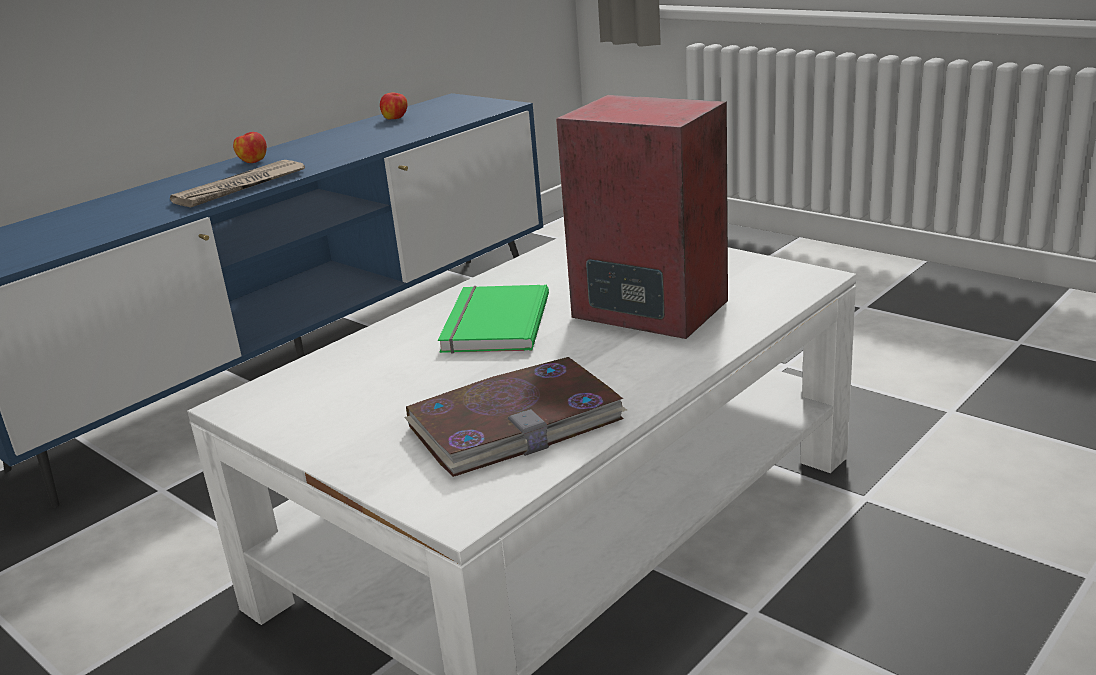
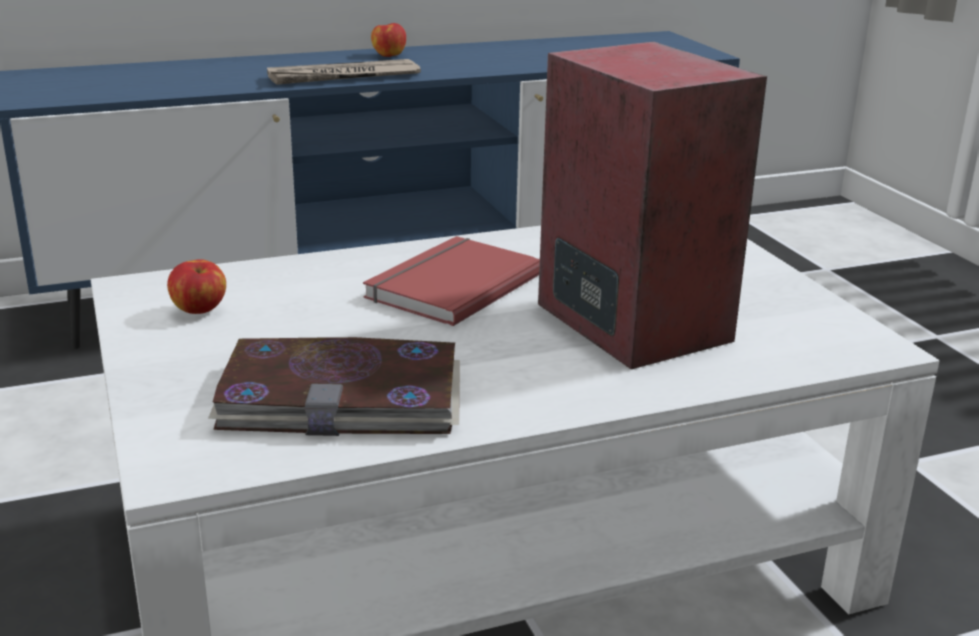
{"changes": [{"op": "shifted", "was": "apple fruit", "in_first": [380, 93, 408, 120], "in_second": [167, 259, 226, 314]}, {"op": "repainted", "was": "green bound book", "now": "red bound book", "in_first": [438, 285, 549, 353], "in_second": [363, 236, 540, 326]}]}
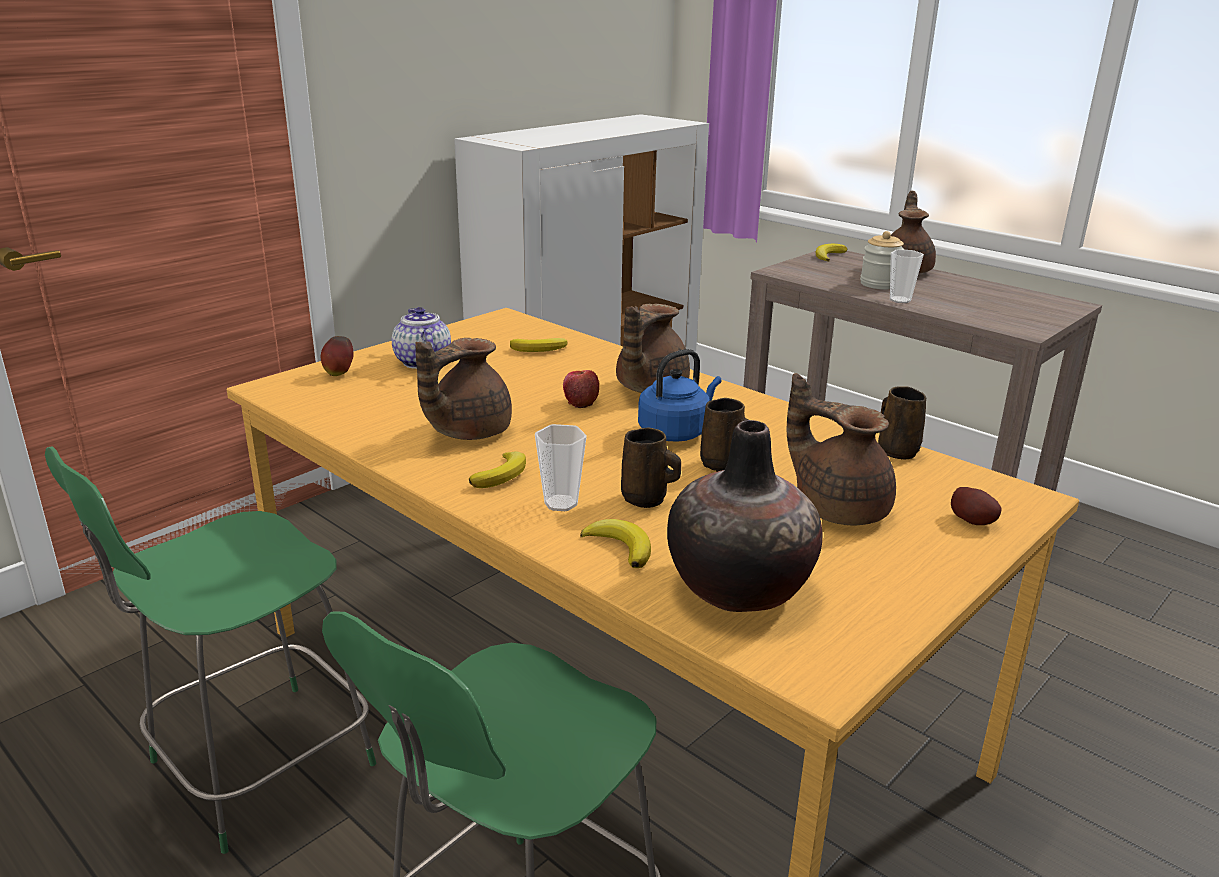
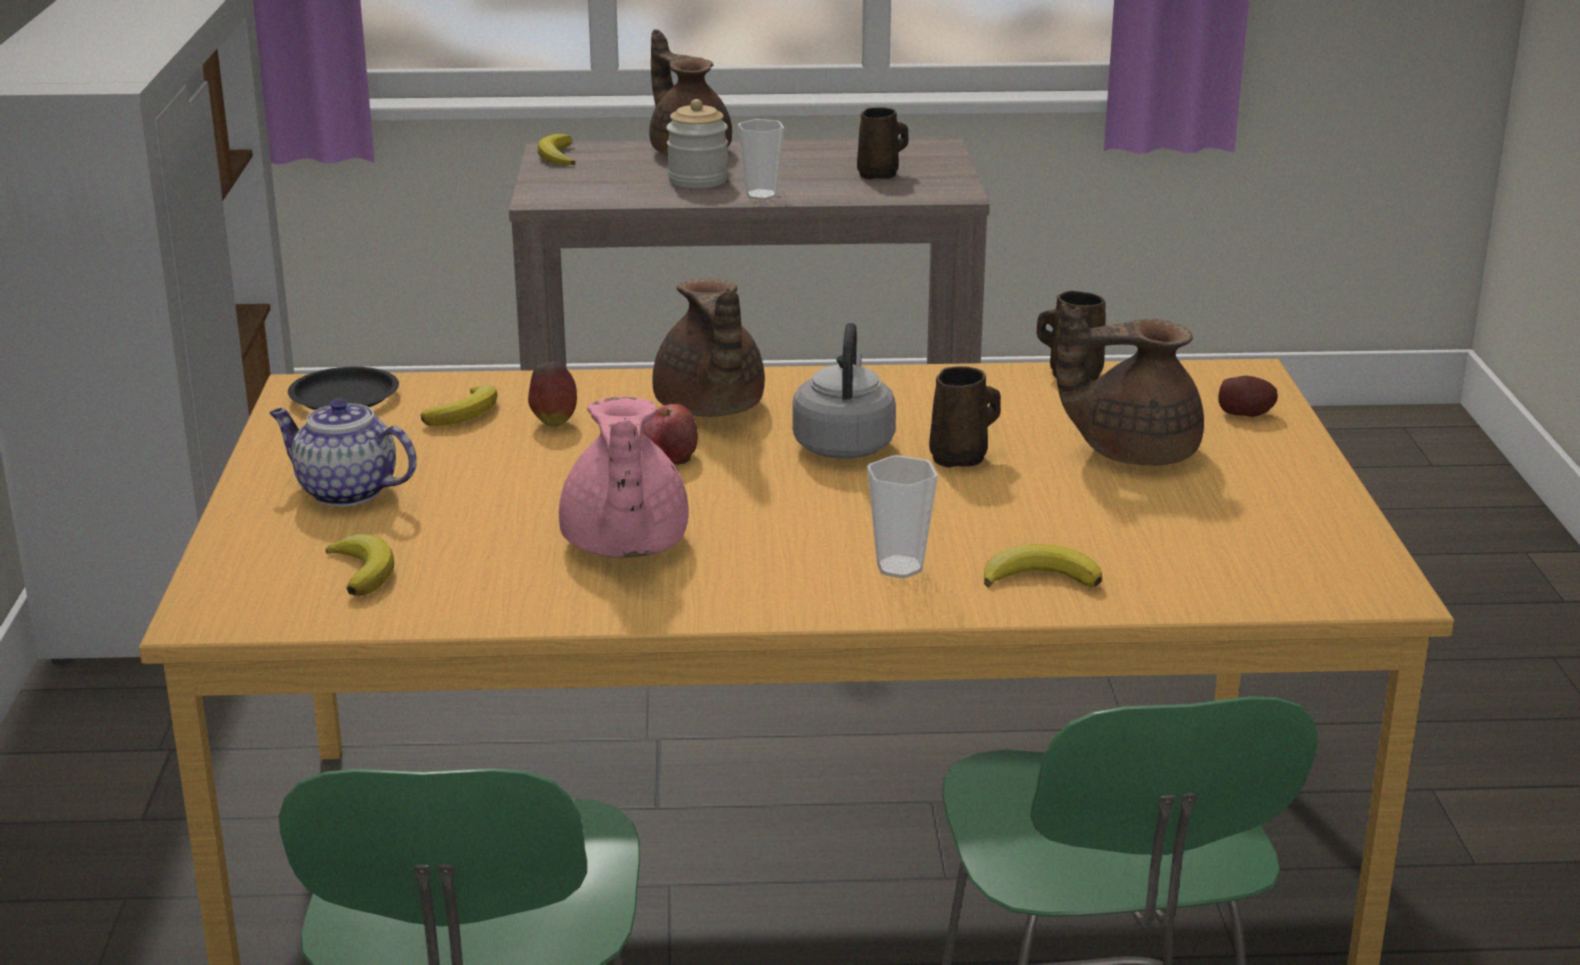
{"changes": [{"op": "new", "now": "blackish plate", "in_second": [288, 367, 399, 410]}, {"op": "shifted", "was": "banana fruit", "in_first": [469, 451, 526, 488], "in_second": [325, 534, 394, 596]}, {"op": "shifted", "was": "apple fruit", "in_first": [321, 336, 354, 376], "in_second": [528, 361, 577, 427]}, {"op": "repainted", "was": "brown-coloured tea pot", "now": "pinkish tea pot", "in_first": [415, 338, 512, 440], "in_second": [559, 396, 689, 558]}, {"op": "repainted", "was": "blue tea kettle", "now": "greyish tea kettle", "in_first": [638, 349, 722, 442], "in_second": [793, 323, 896, 459]}, {"op": "shifted", "was": "brown-coloured tea mug", "in_first": [621, 427, 681, 508], "in_second": [857, 107, 908, 180]}, {"op": "gone", "was": "vase", "in_first": [667, 420, 823, 612]}]}
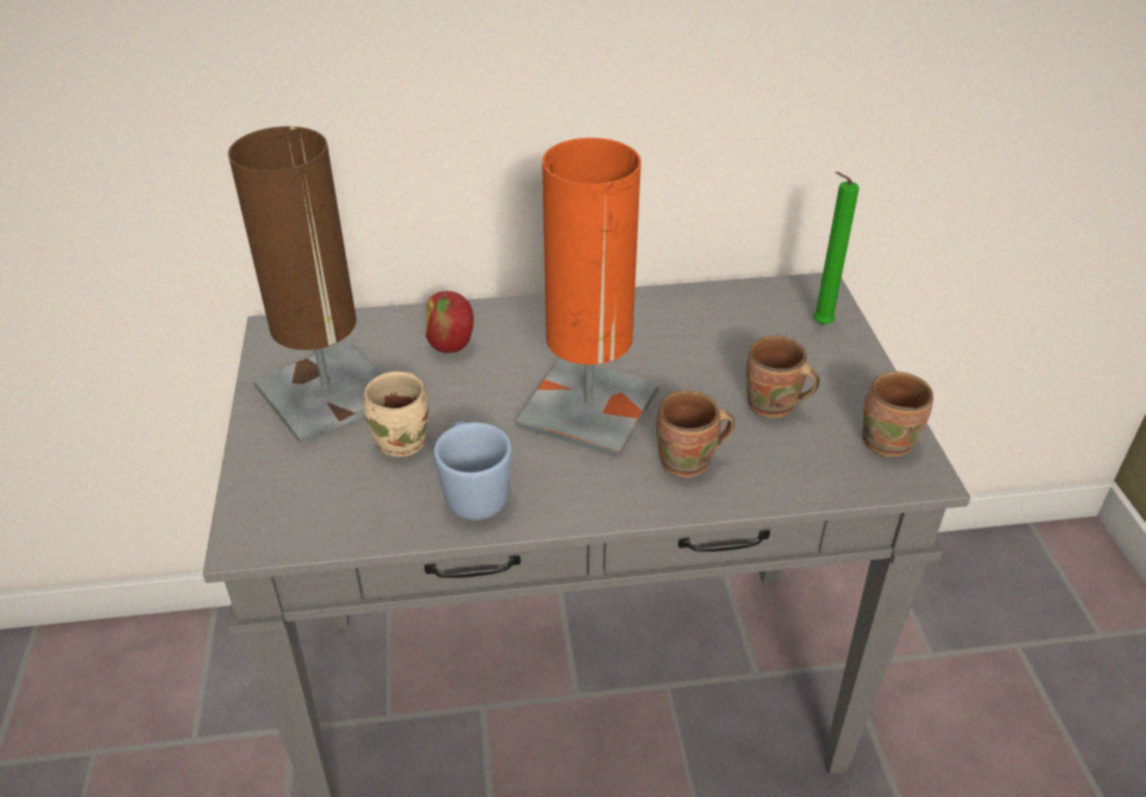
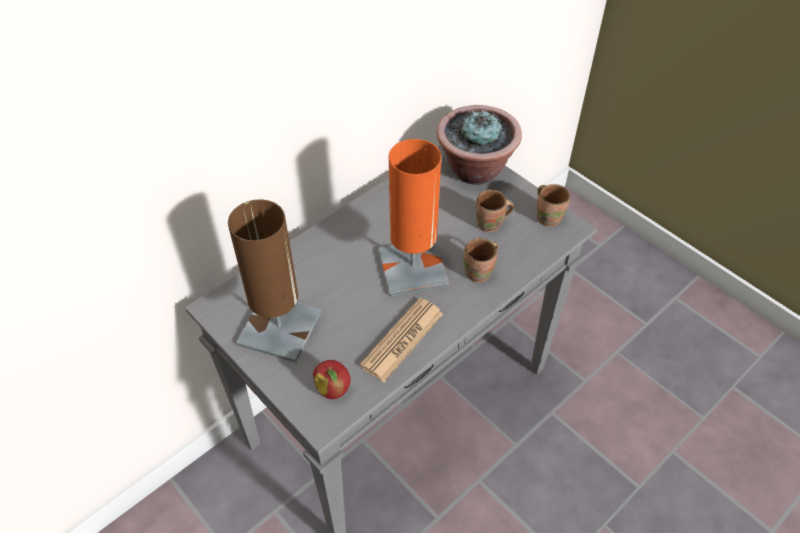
{"changes": [{"op": "shifted", "was": "apple fruit", "in_first": [425, 291, 474, 353], "in_second": [313, 360, 351, 399]}, {"op": "swapped", "was": "blue tea mug", "now": "printed paper", "in_first": [434, 421, 512, 520], "in_second": [359, 298, 443, 382]}, {"op": "swapped", "was": "green candle", "now": "potted plant", "in_first": [813, 172, 859, 325], "in_second": [437, 105, 522, 185]}, {"op": "gone", "was": "beige-coloured tea mug", "in_first": [363, 371, 428, 457]}]}
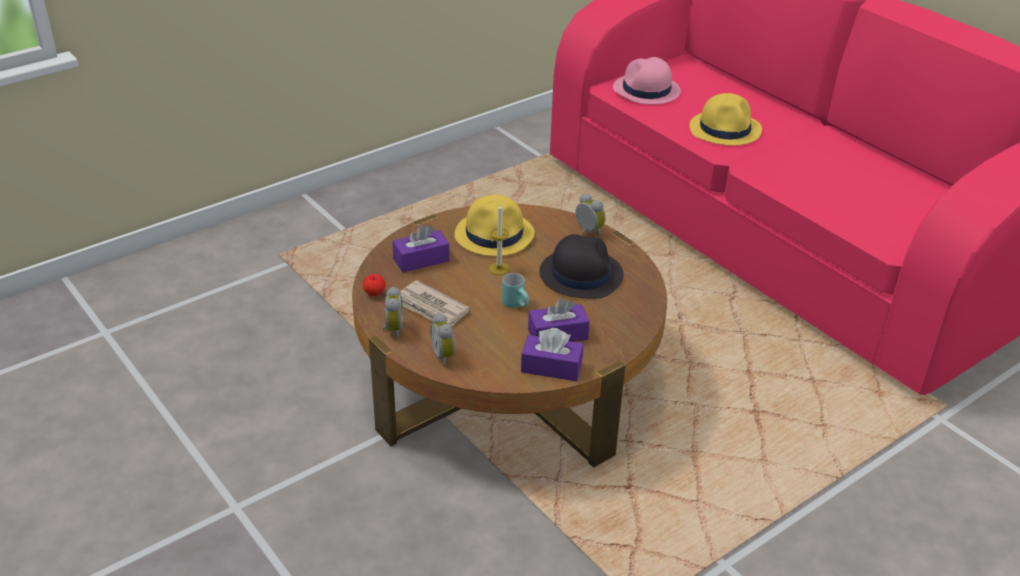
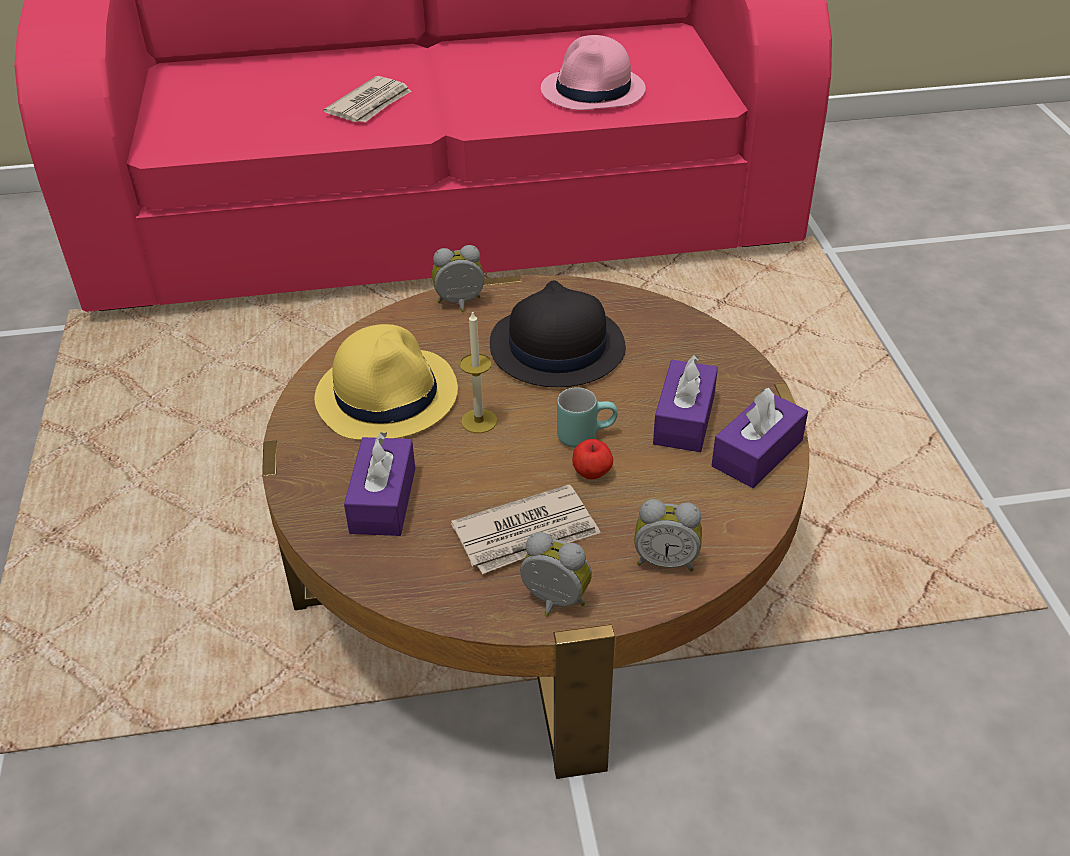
{"changes": [{"op": "swapped", "was": "yellow clothing hat", "now": "printed paper", "in_first": [690, 93, 762, 146], "in_second": [324, 76, 411, 122]}, {"op": "shifted", "was": "pinkish clothing hat", "in_first": [613, 57, 681, 104], "in_second": [541, 35, 646, 110]}, {"op": "shifted", "was": "apple fruit", "in_first": [363, 274, 385, 296], "in_second": [572, 439, 613, 479]}]}
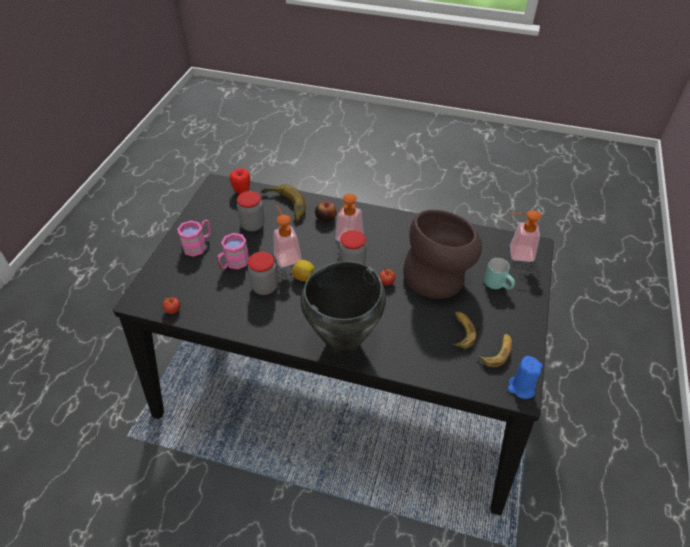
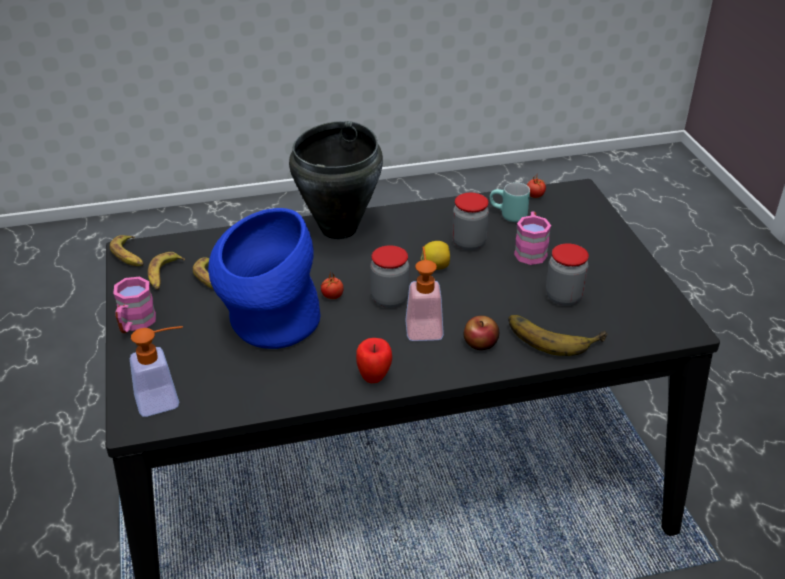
{"changes": [{"op": "swapped", "was": "blue candle", "now": "banana fruit", "in_first": [508, 356, 543, 399], "in_second": [110, 235, 144, 266]}, {"op": "shifted", "was": "pinkish tea mug", "in_first": [177, 220, 211, 257], "in_second": [113, 277, 156, 333]}, {"op": "repainted", "was": "brown-coloured vase", "now": "blue vase", "in_first": [403, 210, 482, 299], "in_second": [208, 208, 320, 349]}, {"op": "shifted", "was": "apple fruit", "in_first": [230, 168, 250, 194], "in_second": [356, 338, 392, 383]}, {"op": "shifted", "was": "turquoise tea mug", "in_first": [484, 258, 515, 290], "in_second": [490, 182, 530, 222]}, {"op": "gone", "was": "liquid soap bottle", "in_first": [274, 205, 302, 267]}]}
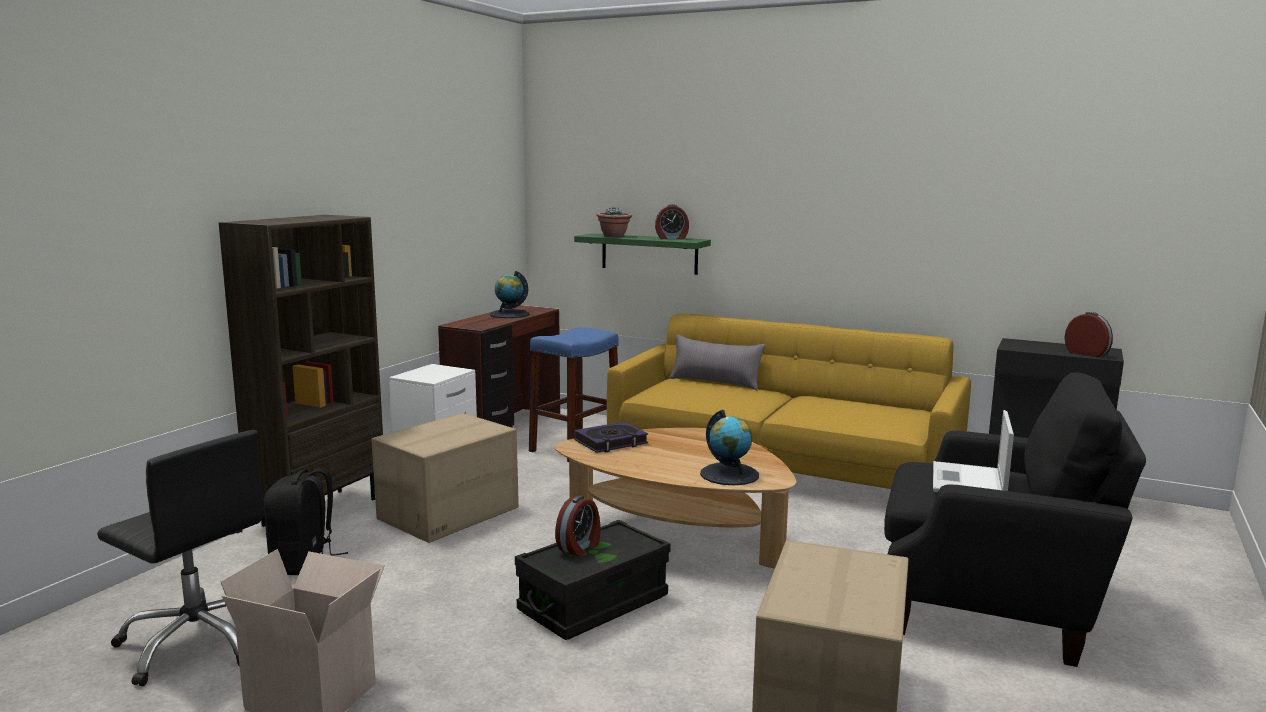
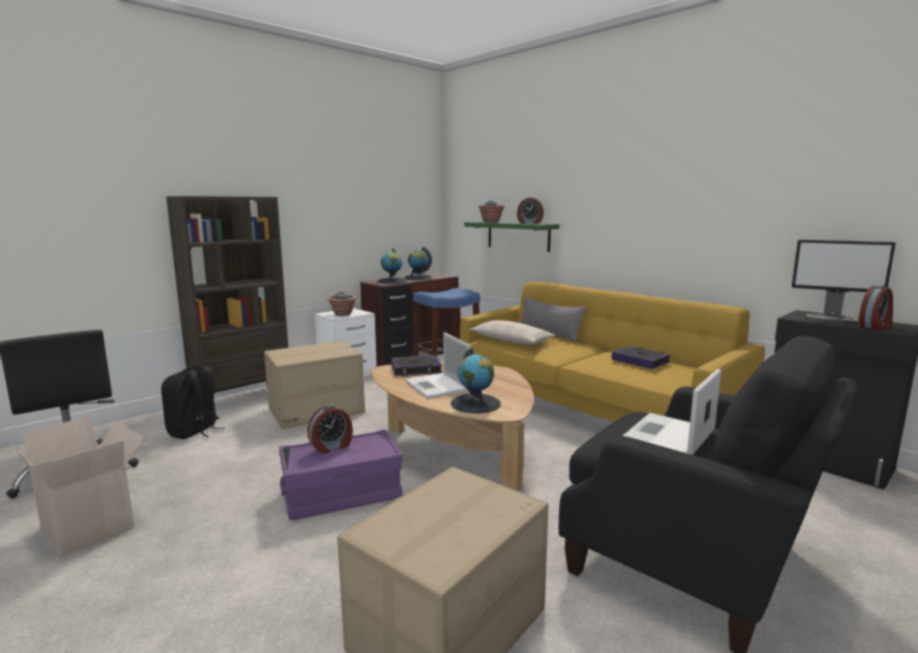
{"changes": [{"op": "repainted", "was": "blackish storage box", "now": "purplish storage box", "in_first": [515, 520, 670, 640], "in_second": [279, 430, 403, 520]}, {"op": "new", "now": "potted plant", "in_second": [328, 292, 356, 316]}, {"op": "new", "now": "globe", "in_second": [377, 248, 407, 284]}, {"op": "new", "now": "laptop", "in_second": [405, 332, 472, 399]}, {"op": "new", "now": "beige-coloured pillow", "in_second": [470, 320, 556, 345]}, {"op": "new", "now": "bound book", "in_second": [612, 346, 671, 369]}, {"op": "new", "now": "computer display", "in_second": [791, 240, 896, 321]}, {"op": "rotated", "was": "bedside clock", "in_first": [1064, 312, 1113, 357], "in_second": [859, 285, 893, 331], "clockwise": 75}]}
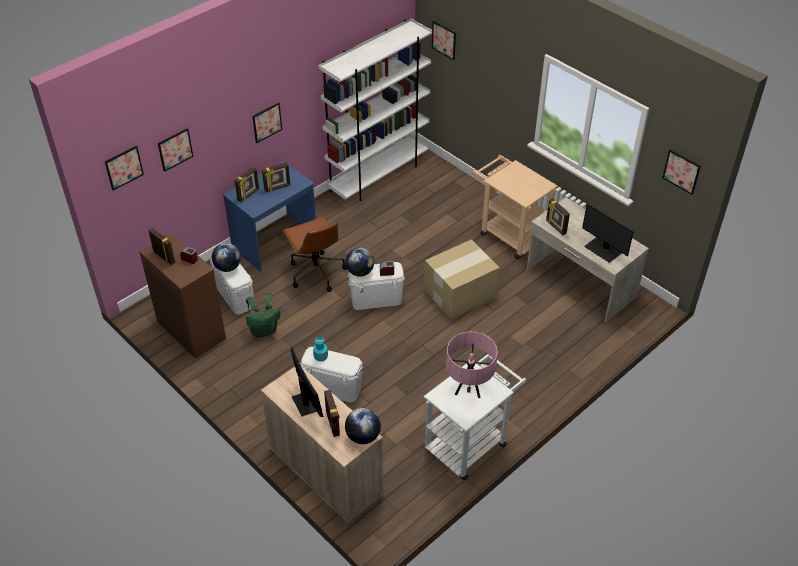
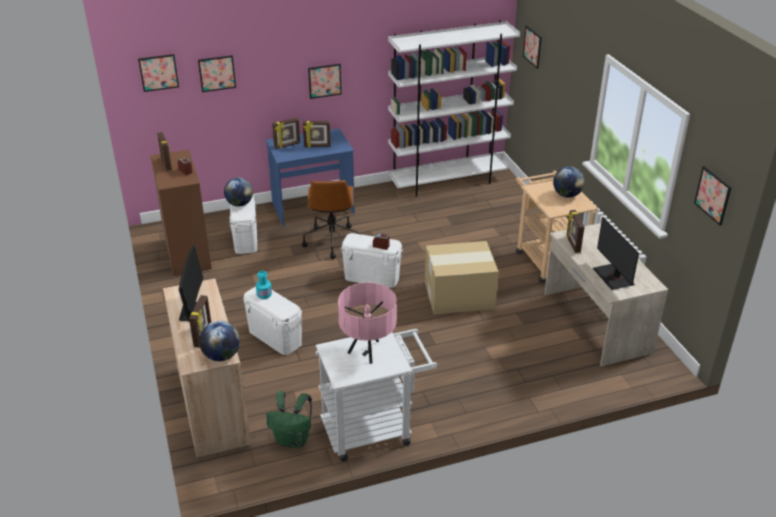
{"changes": [{"op": "shifted", "was": "green backpack", "in_first": [246, 293, 280, 337], "in_second": [266, 391, 312, 448]}, {"op": "shifted", "was": "globe", "in_first": [345, 248, 374, 277], "in_second": [553, 167, 585, 198]}]}
